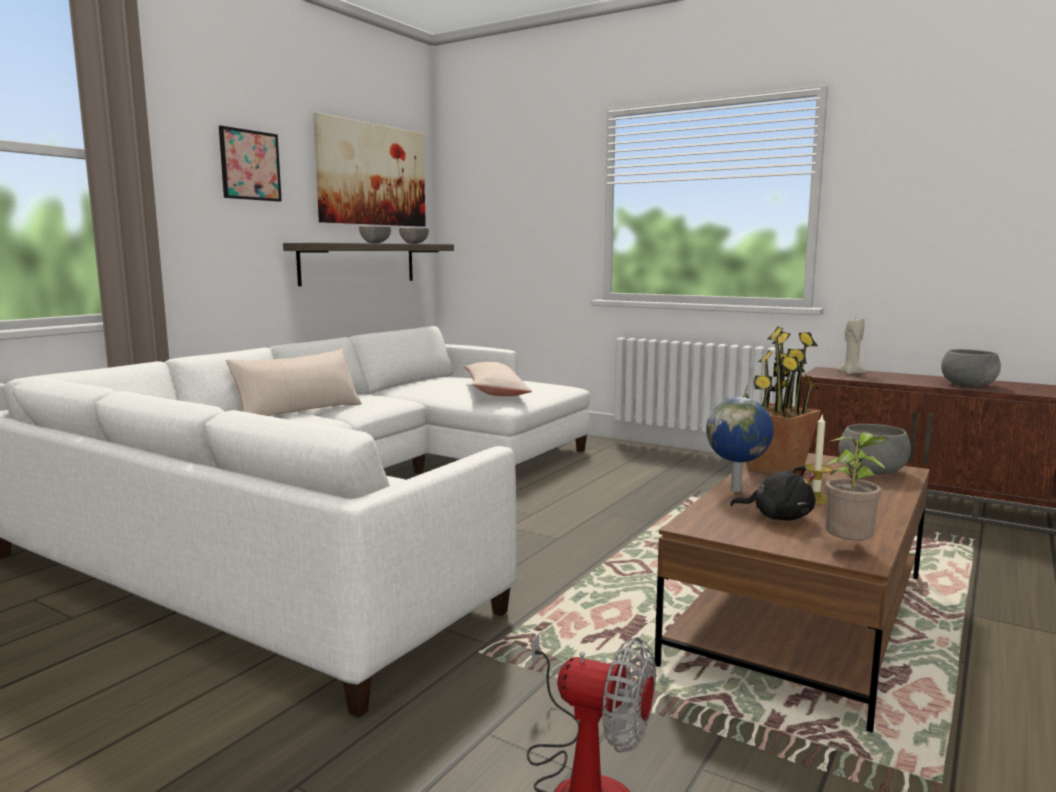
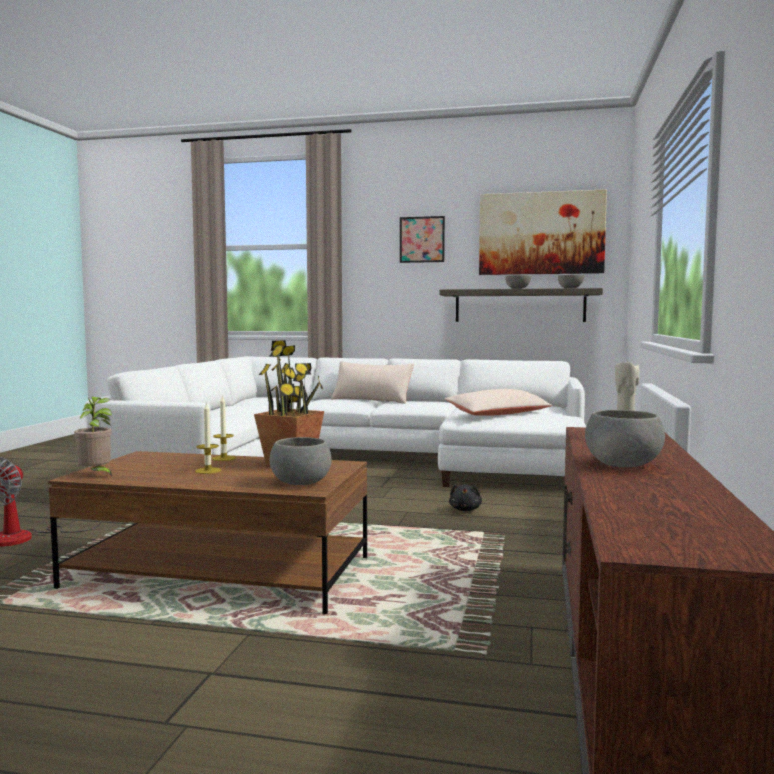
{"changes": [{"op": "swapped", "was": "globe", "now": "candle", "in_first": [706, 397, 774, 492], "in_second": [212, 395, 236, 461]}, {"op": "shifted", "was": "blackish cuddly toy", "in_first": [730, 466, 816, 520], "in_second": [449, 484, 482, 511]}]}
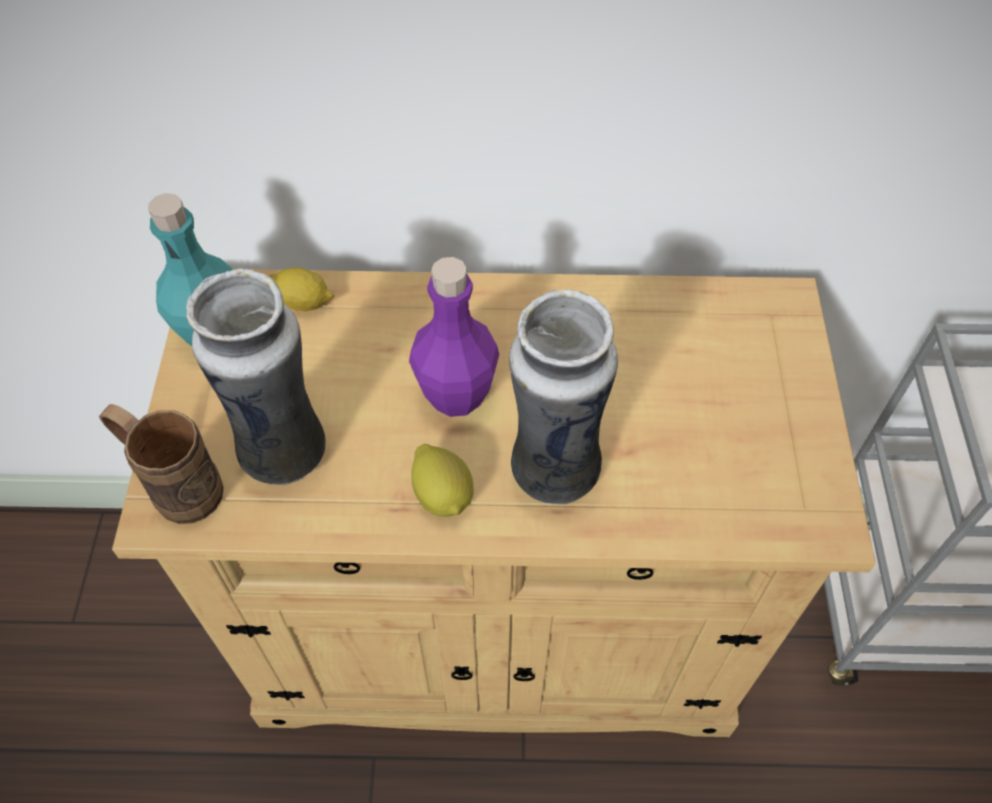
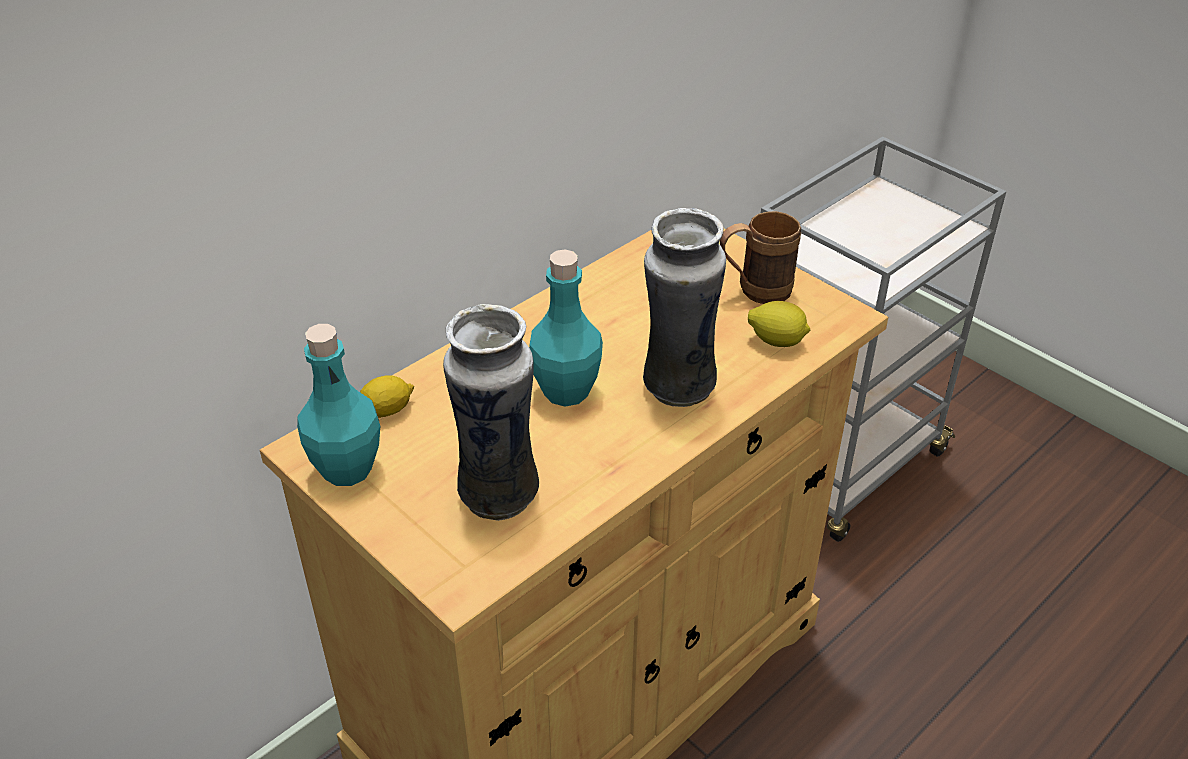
{"changes": [{"op": "repainted", "was": "purplish beverage bottle", "now": "turquoise beverage bottle", "in_first": [409, 257, 499, 417], "in_second": [529, 249, 603, 407]}, {"op": "shifted", "was": "brown-coloured tea mug", "in_first": [99, 404, 224, 524], "in_second": [720, 211, 801, 304]}, {"op": "shifted", "was": "whole lemon", "in_first": [411, 444, 474, 517], "in_second": [748, 301, 810, 347]}]}
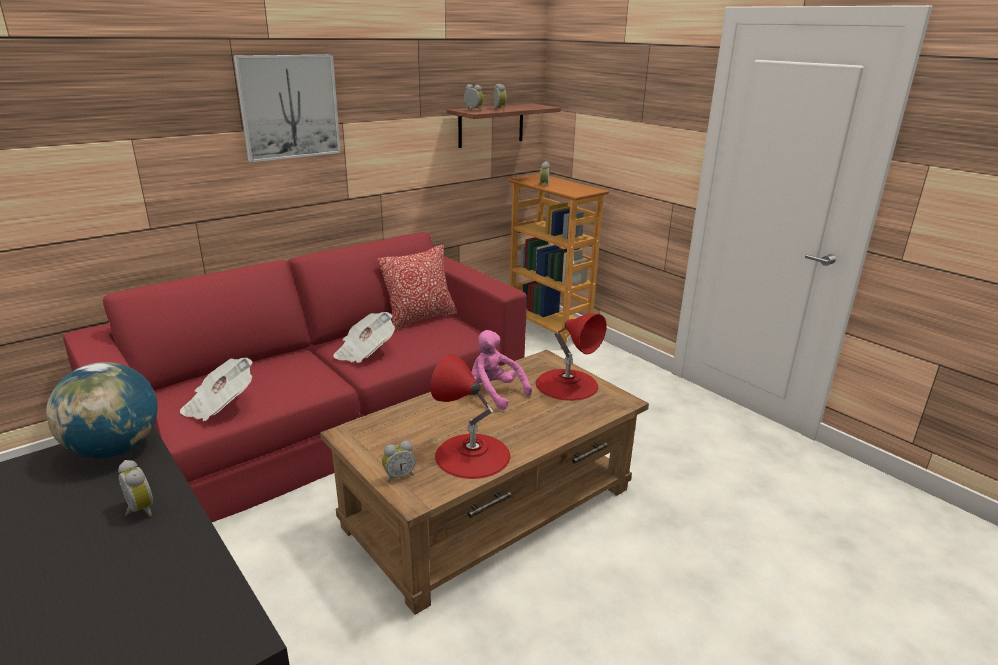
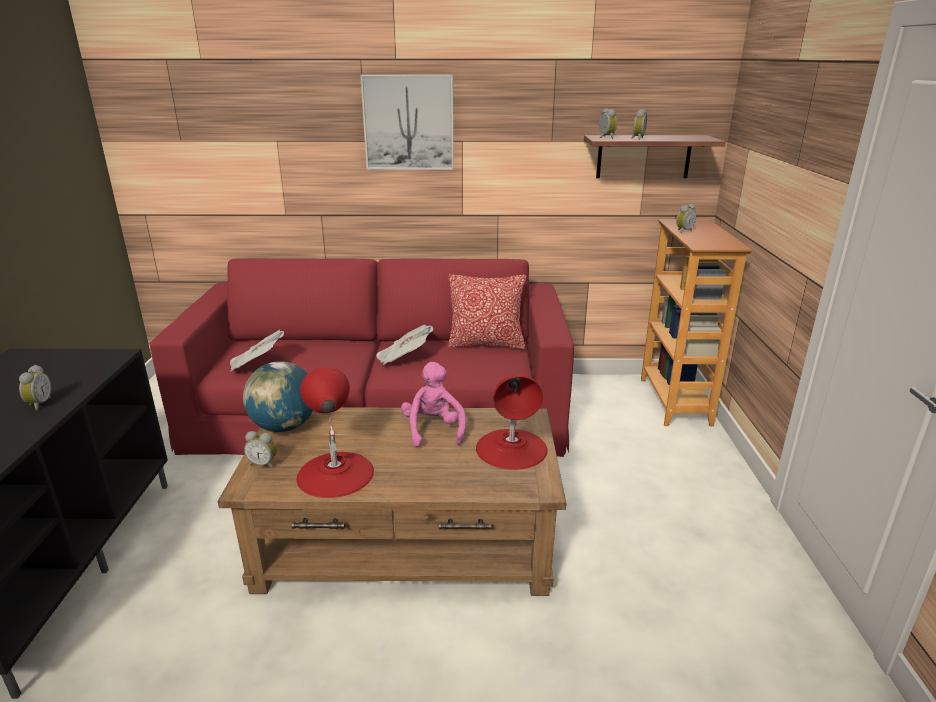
{"changes": [{"op": "shifted", "was": "globe", "in_first": [46, 362, 158, 458], "in_second": [243, 361, 313, 432]}]}
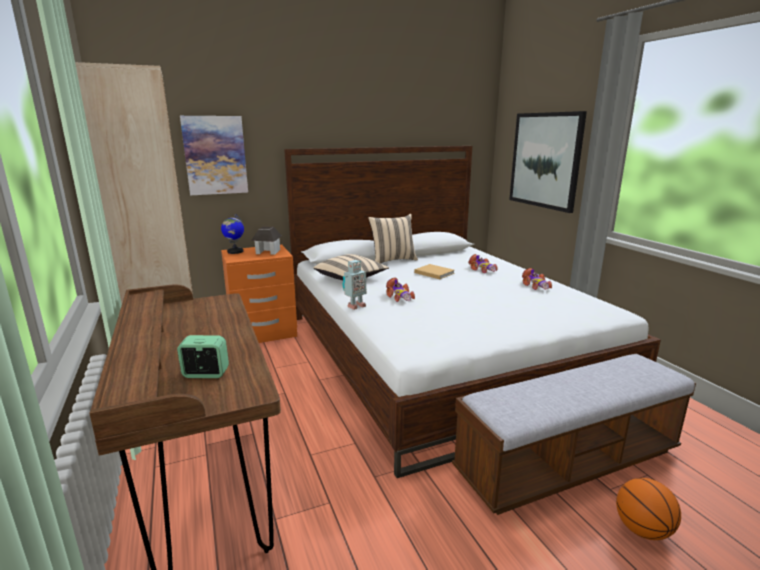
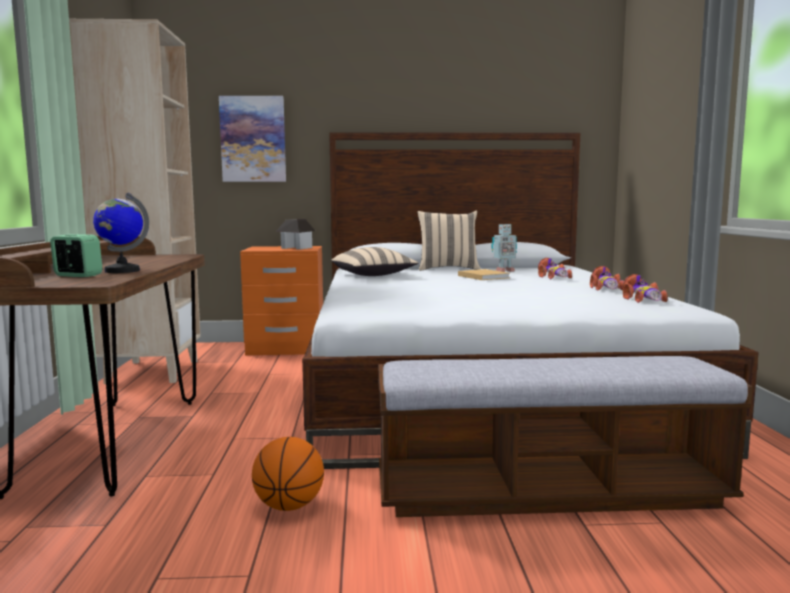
{"changes": [{"op": "shifted", "was": "globe", "in_first": [221, 214, 244, 254], "in_second": [93, 193, 149, 273]}, {"op": "shifted", "was": "basketball ball", "in_first": [616, 478, 681, 540], "in_second": [252, 437, 324, 511]}, {"op": "shifted", "was": "toy robot", "in_first": [342, 260, 366, 310], "in_second": [491, 224, 517, 272]}, {"op": "shifted", "was": "toy car", "in_first": [386, 278, 415, 302], "in_second": [623, 274, 668, 303]}, {"op": "gone", "was": "wall art", "in_first": [509, 111, 587, 213]}]}
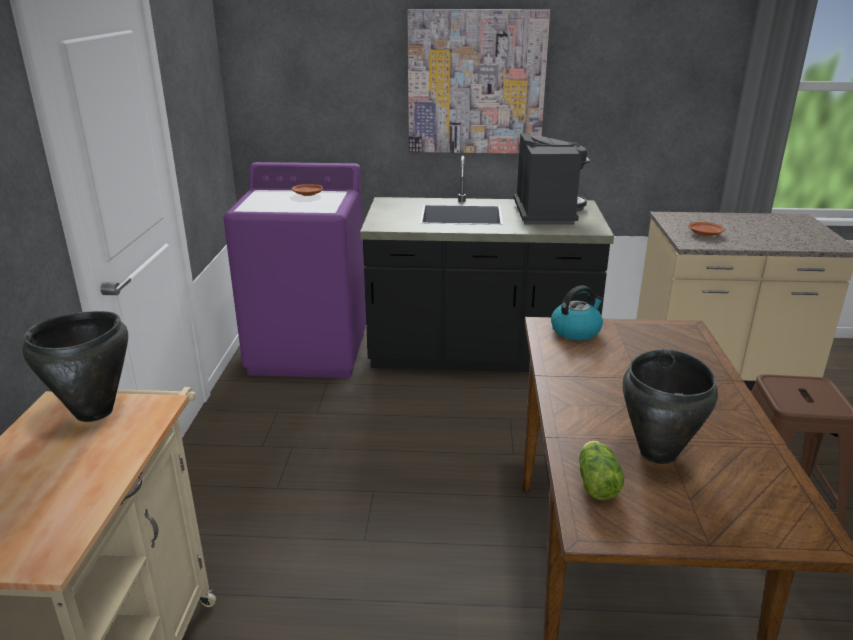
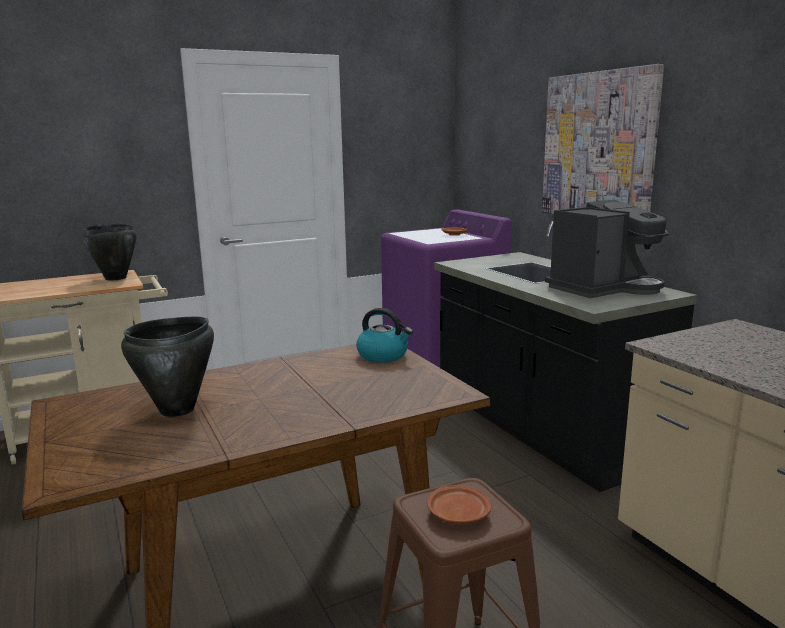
{"changes": [{"op": "shifted", "was": "brown-coloured plate", "in_first": [688, 222, 724, 237], "in_second": [427, 485, 491, 524]}, {"op": "gone", "was": "lettuce head", "in_first": [579, 441, 624, 500]}]}
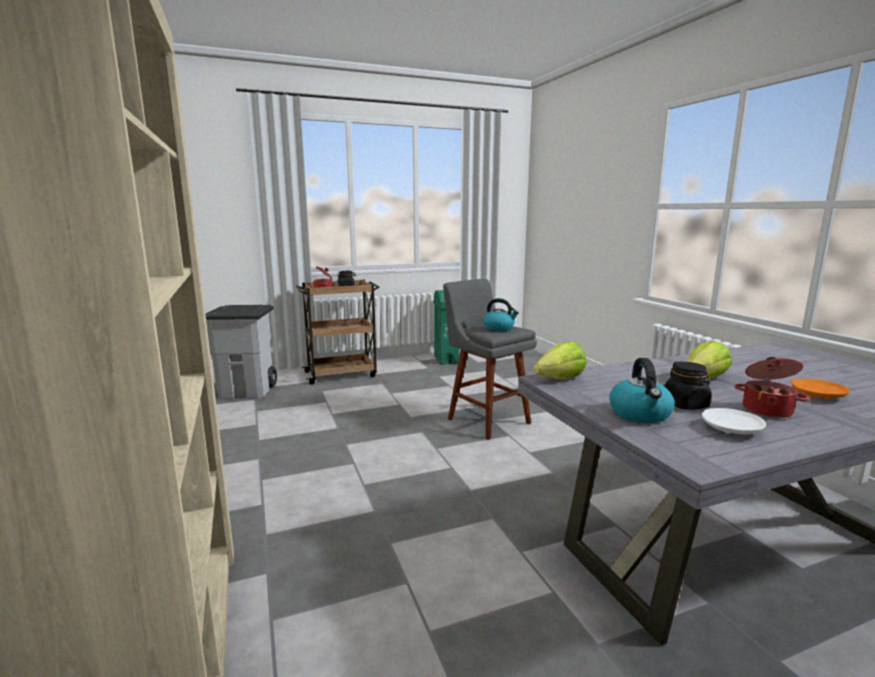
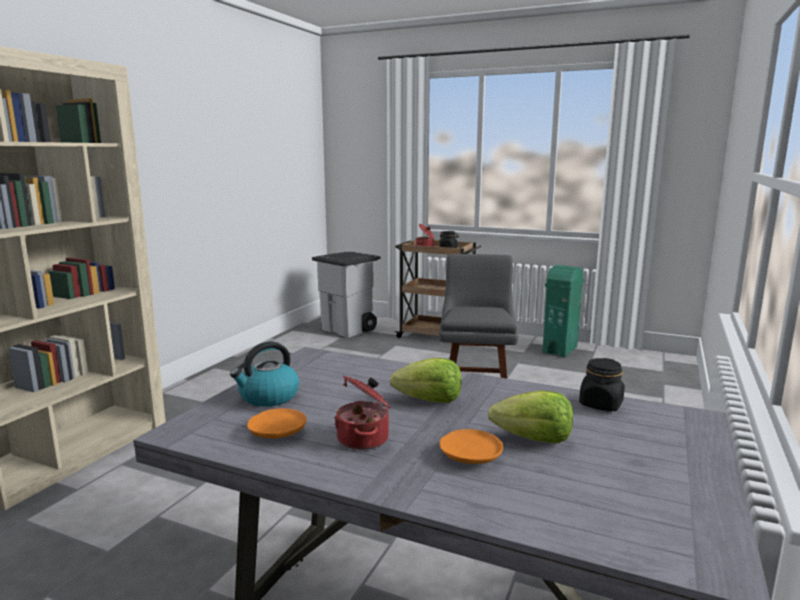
{"changes": [{"op": "repainted", "was": "white plate", "now": "orange plate", "in_first": [702, 408, 766, 435], "in_second": [247, 408, 307, 439]}, {"op": "shifted", "was": "lettuce head", "in_first": [534, 342, 586, 379], "in_second": [488, 390, 573, 443]}, {"op": "shifted", "was": "blackish preserve jar", "in_first": [664, 361, 711, 410], "in_second": [579, 358, 625, 412]}, {"op": "gone", "was": "tea kettle", "in_first": [483, 298, 519, 331]}]}
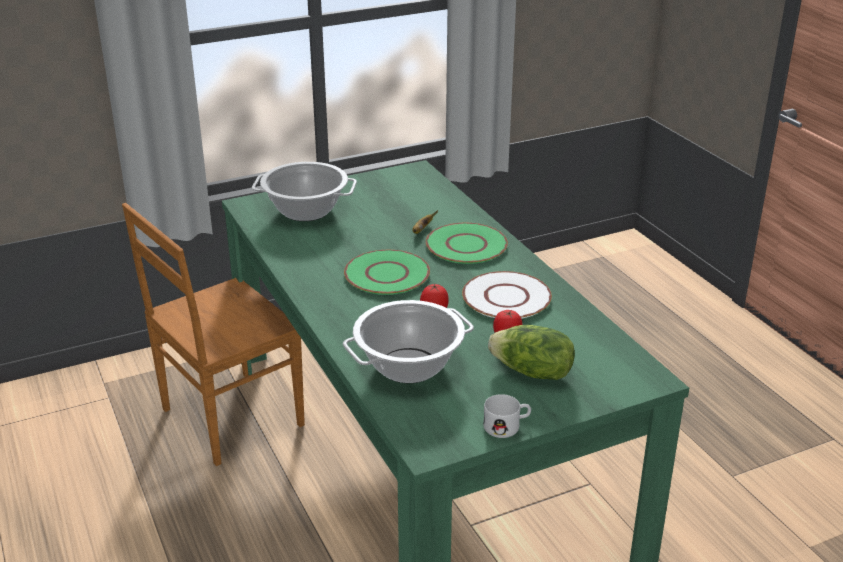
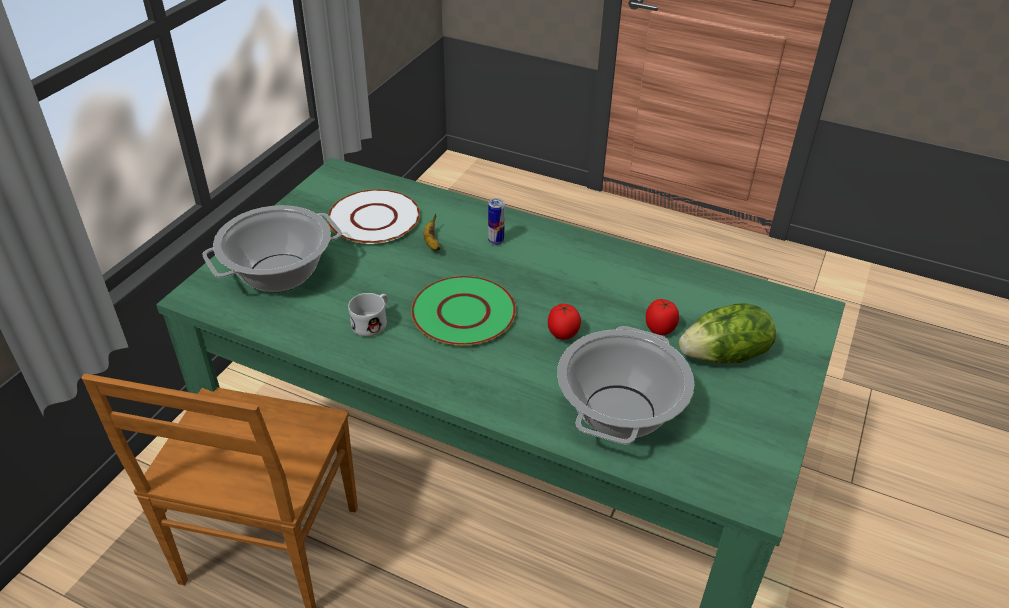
{"changes": [{"op": "shifted", "was": "white plate", "in_first": [462, 271, 552, 319], "in_second": [327, 189, 420, 244]}, {"op": "shifted", "was": "white tea mug", "in_first": [483, 394, 531, 438], "in_second": [348, 293, 388, 337]}, {"op": "swapped", "was": "green plate", "now": "metal can", "in_first": [426, 223, 508, 264], "in_second": [488, 198, 505, 245]}]}
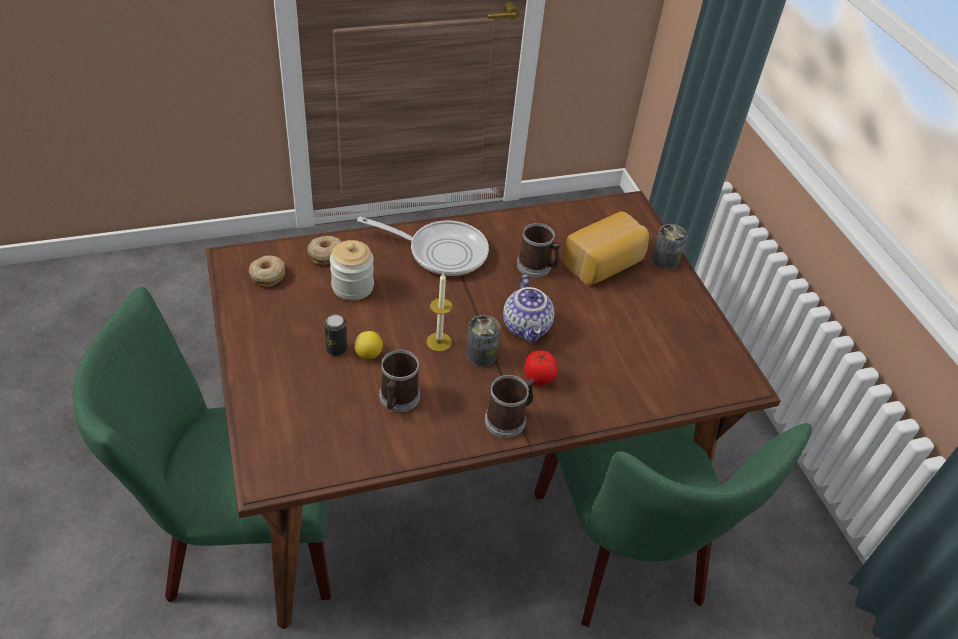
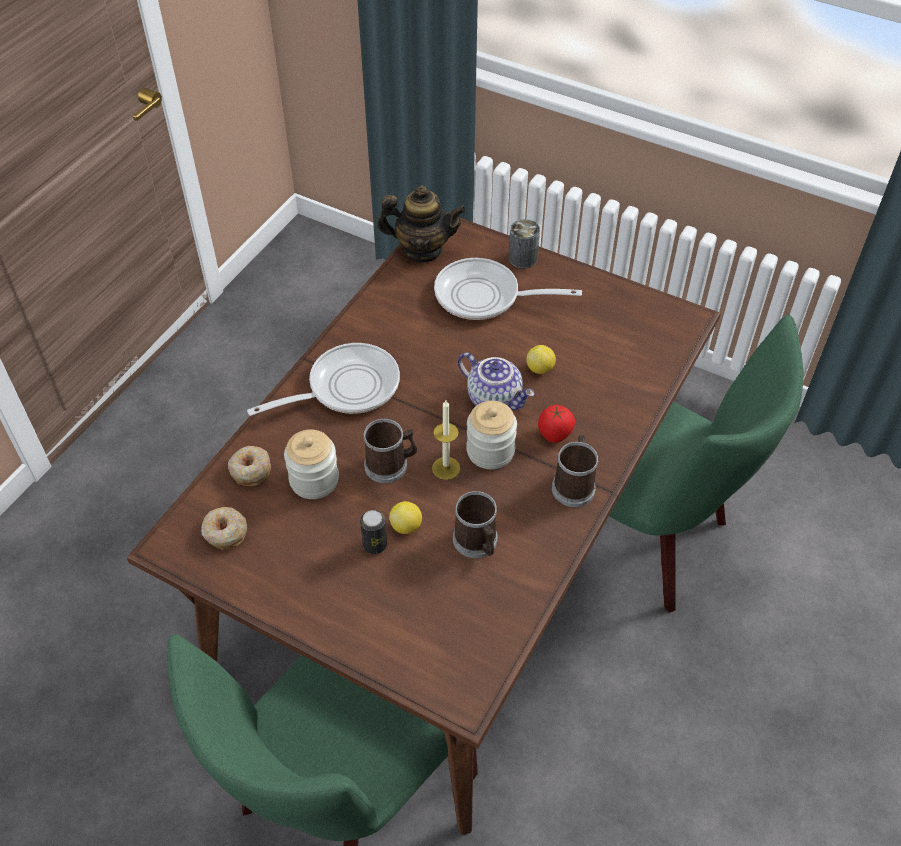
{"changes": [{"op": "shifted", "was": "tea mug", "in_first": [517, 223, 561, 278], "in_second": [363, 419, 417, 483]}, {"op": "new", "now": "tea pot", "in_second": [377, 185, 466, 262]}, {"op": "swapped", "was": "baked bread", "now": "skillet", "in_first": [563, 211, 649, 285], "in_second": [434, 258, 582, 320]}, {"op": "swapped", "was": "metal can", "now": "preserve jar", "in_first": [466, 315, 500, 367], "in_second": [466, 401, 517, 469]}, {"op": "new", "now": "whole lemon", "in_second": [526, 345, 556, 374]}]}
